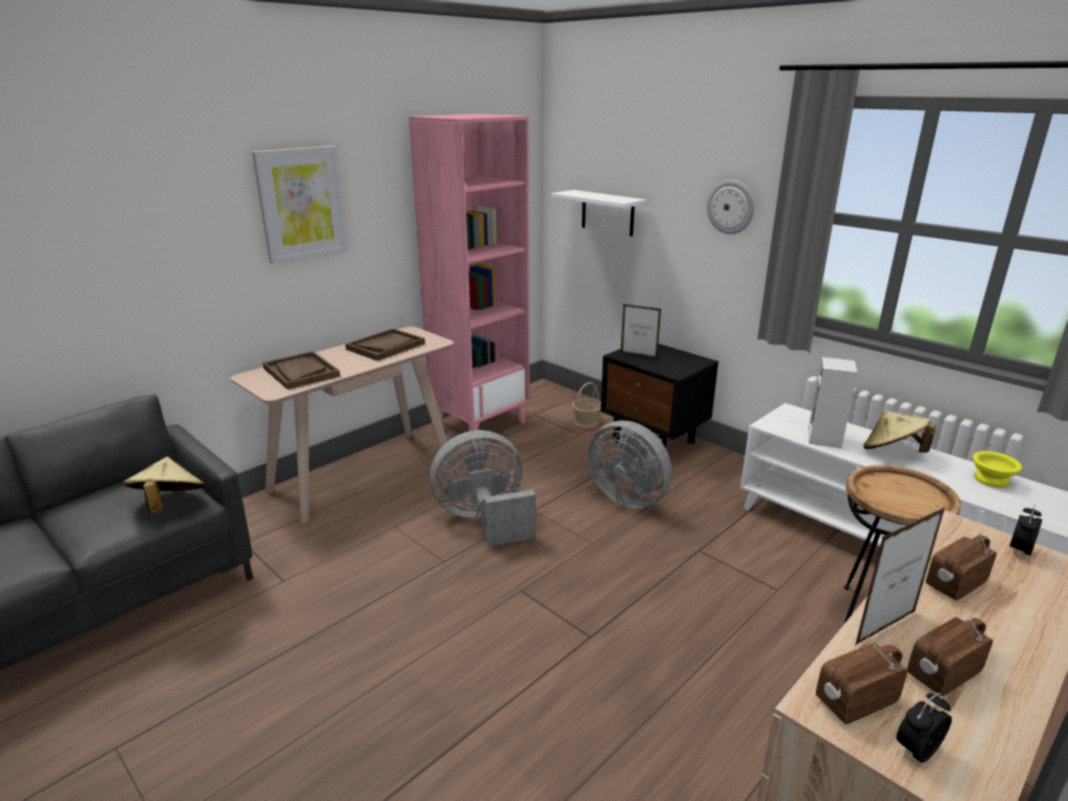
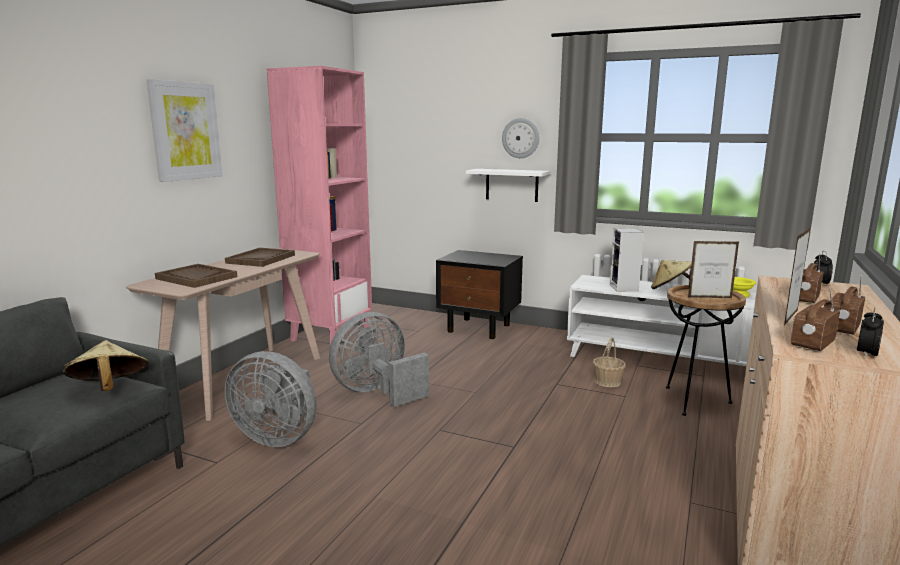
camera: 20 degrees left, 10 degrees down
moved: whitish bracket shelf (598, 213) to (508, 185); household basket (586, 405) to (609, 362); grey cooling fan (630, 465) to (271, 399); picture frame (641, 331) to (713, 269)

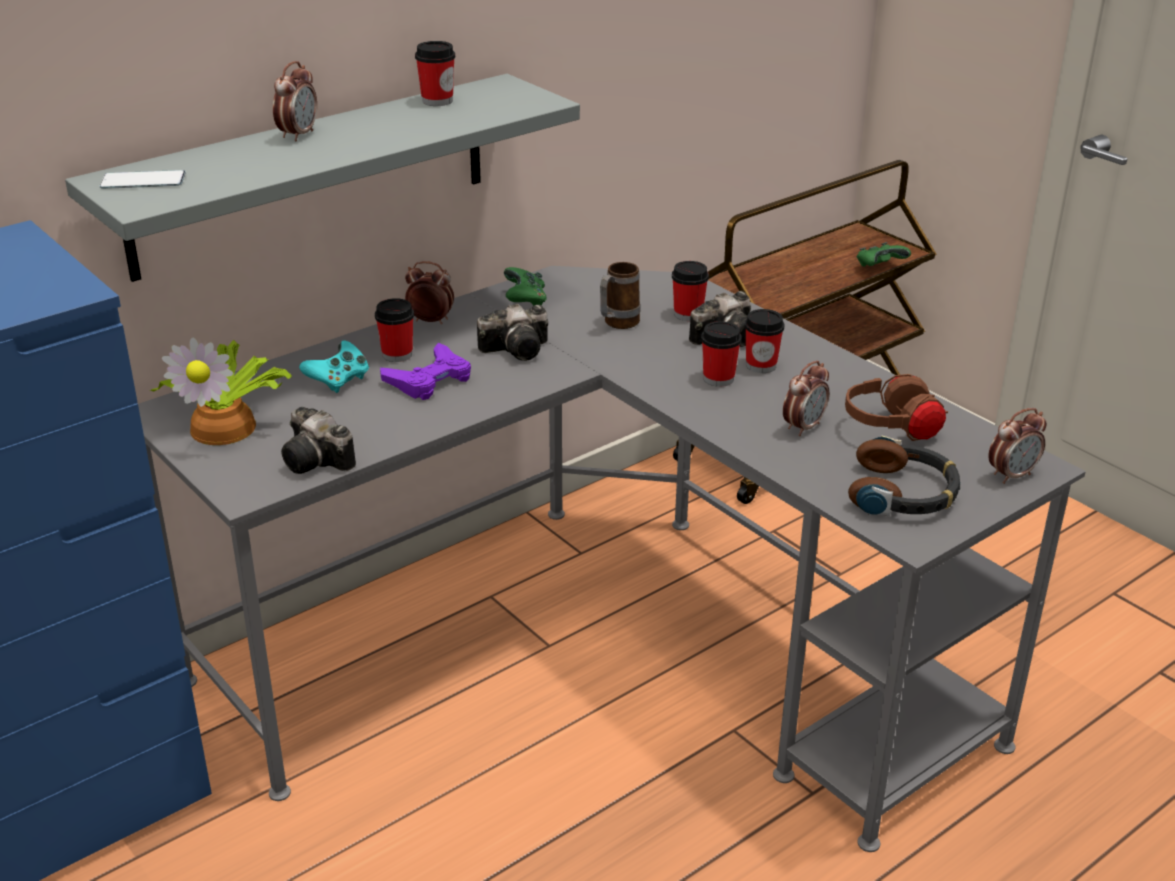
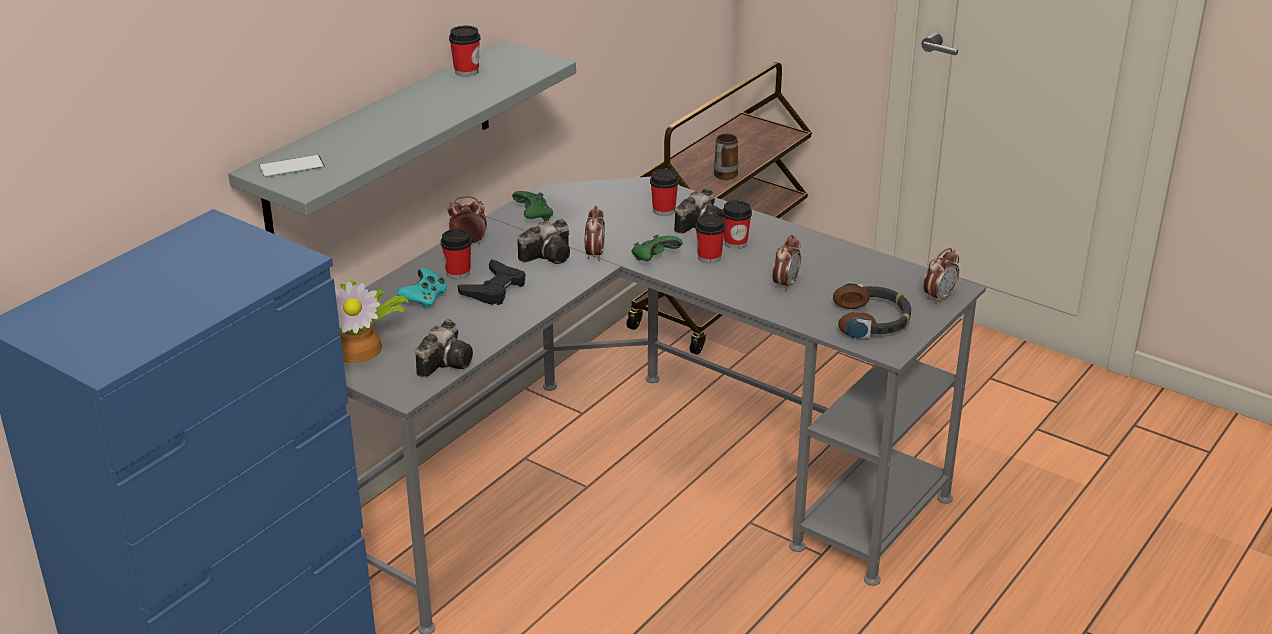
camera: 15 degrees left, 0 degrees up
removed: brownish headphones (896, 407)
moved: bedside clock (295, 101) to (595, 233); tea mug (620, 295) to (726, 157); greenish gamepad (883, 254) to (657, 248)
recoloured: purple gamepad (425, 371) to black gamepad (491, 282)
turned: still camera (318, 440) = (444, 348) 90 degrees counterclockwise

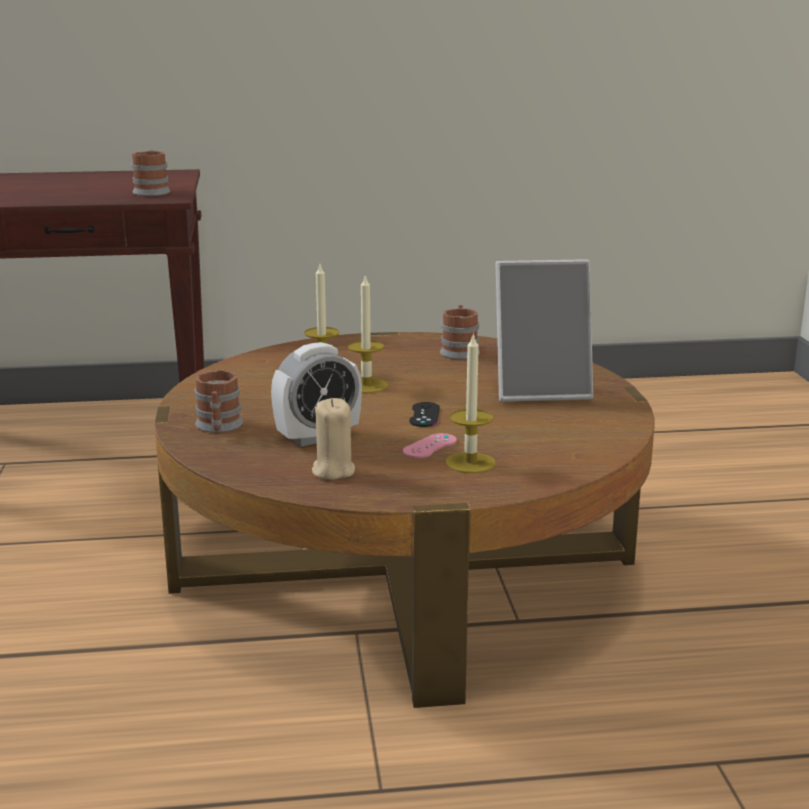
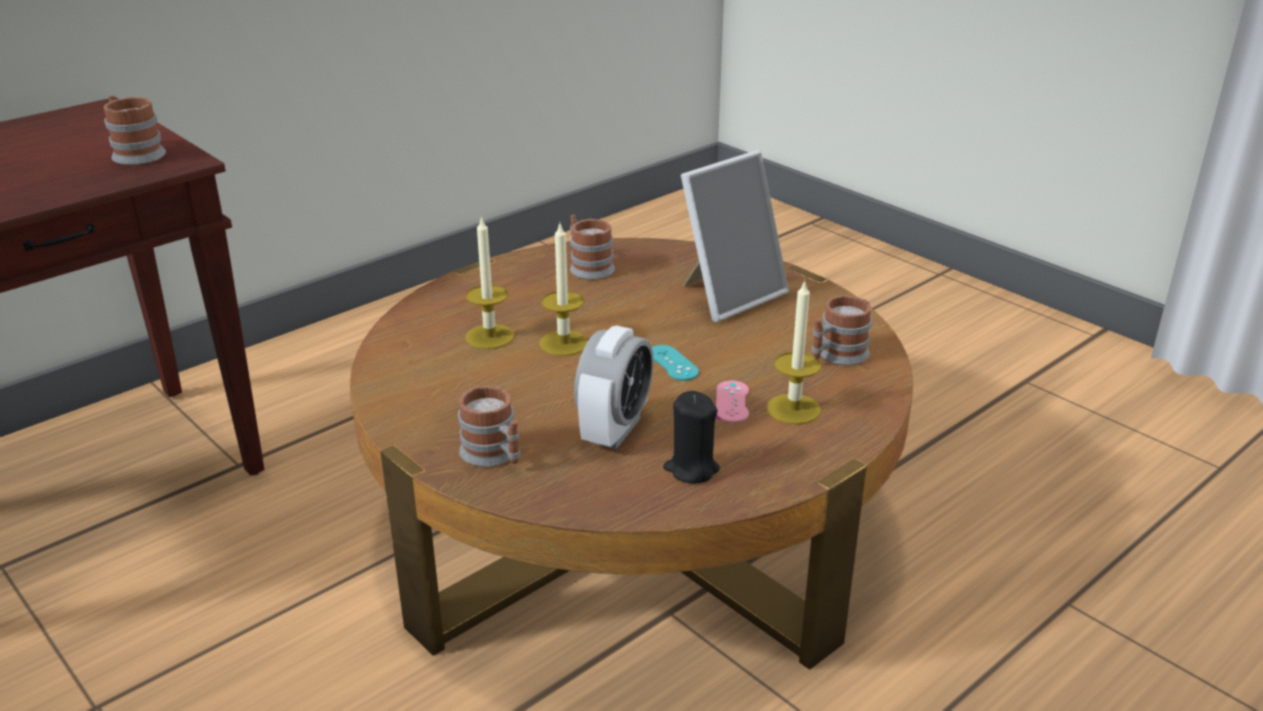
camera: 35 degrees left, 10 degrees up
added: tea mug (841, 330)
recoloured: beige wax candle (333, 439) to black wax candle (691, 437); black gamepad (424, 414) to turquoise gamepad (675, 363)

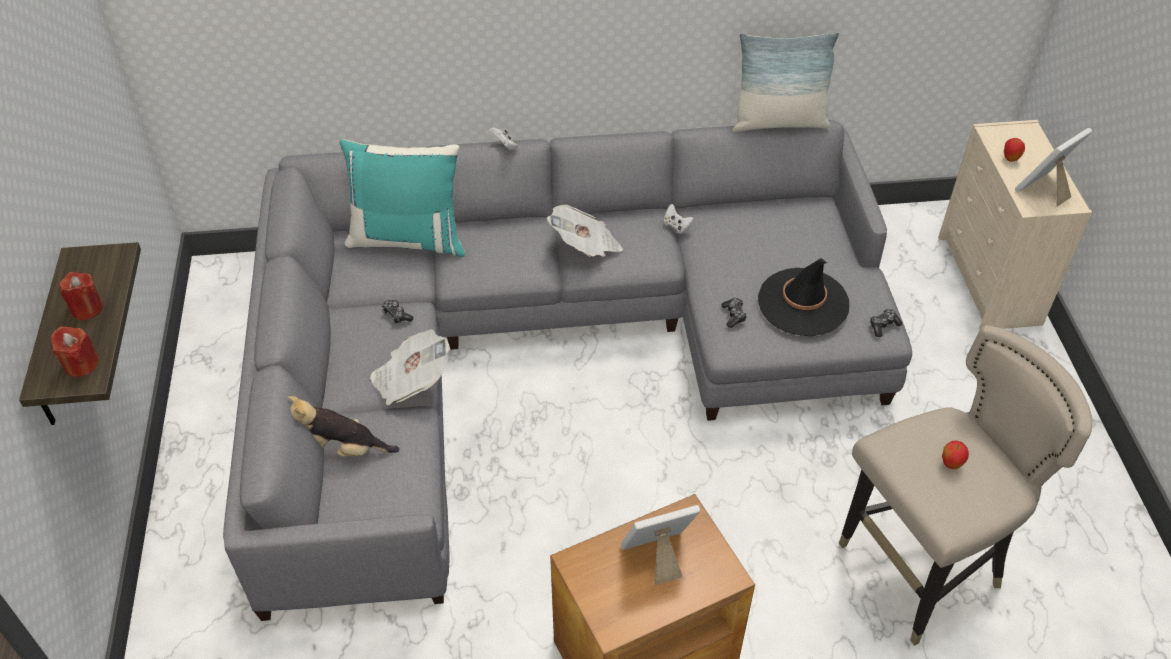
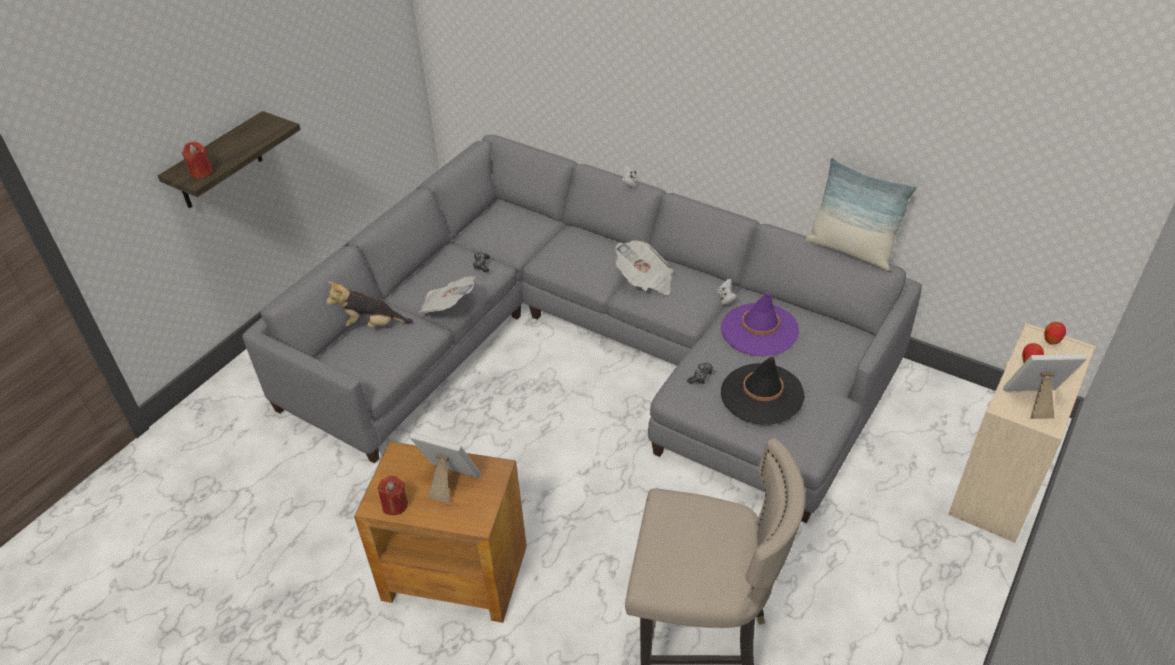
camera: 40 degrees right, 5 degrees down
removed: turquoise throw pillow (402, 198); gamepad (886, 323)
added: purple hat (760, 324)
moved: reddish wax candle (81, 296) to (392, 495); apple (955, 455) to (1055, 333)
turned: cuddly toy (344, 426) = (370, 304) 45 degrees counterclockwise

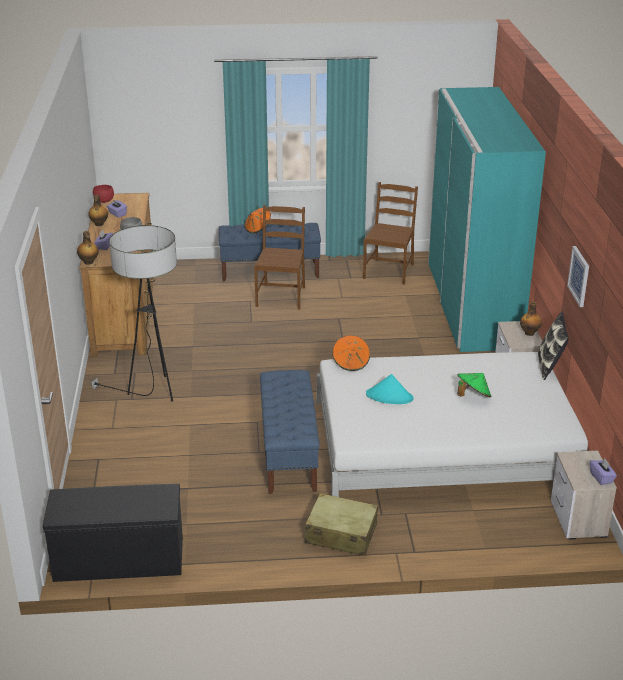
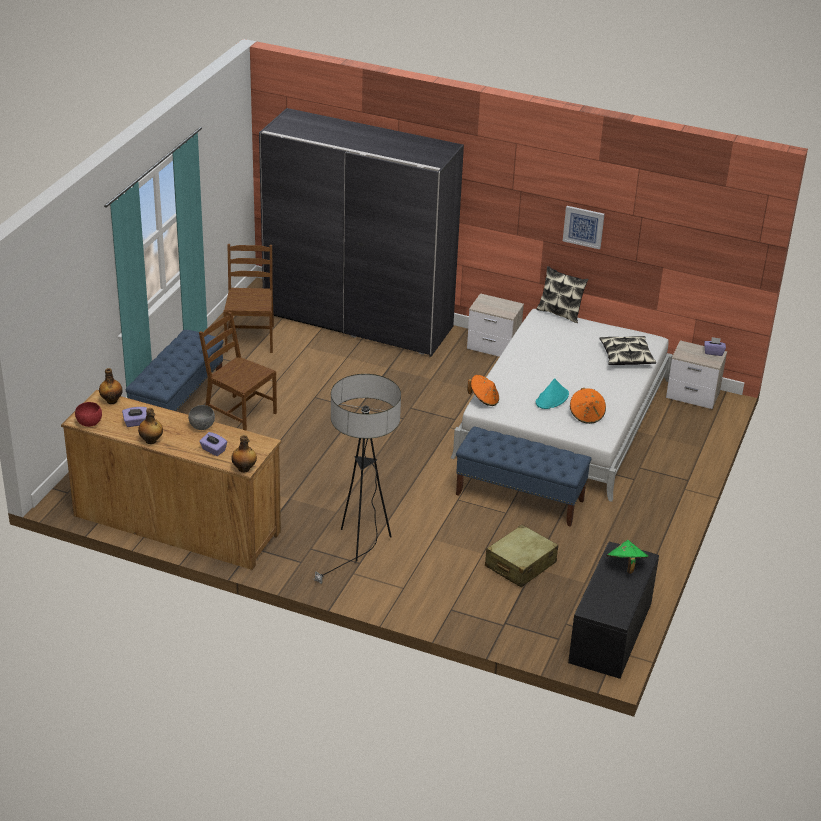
camera: 65 degrees left, 5 degrees up
added: throw pillow (627, 350)
moved: orangey hat (258, 221) to (588, 406); beige travel case (341, 524) to (521, 556); greenish hat (474, 385) to (627, 557); beverage bottle (531, 319) to (111, 386)
recoloured: turquoise wardrobe (487, 219) to grey wardrobe (361, 232)
turned: brownish chair (390, 233) = (248, 298) 45 degrees clockwise

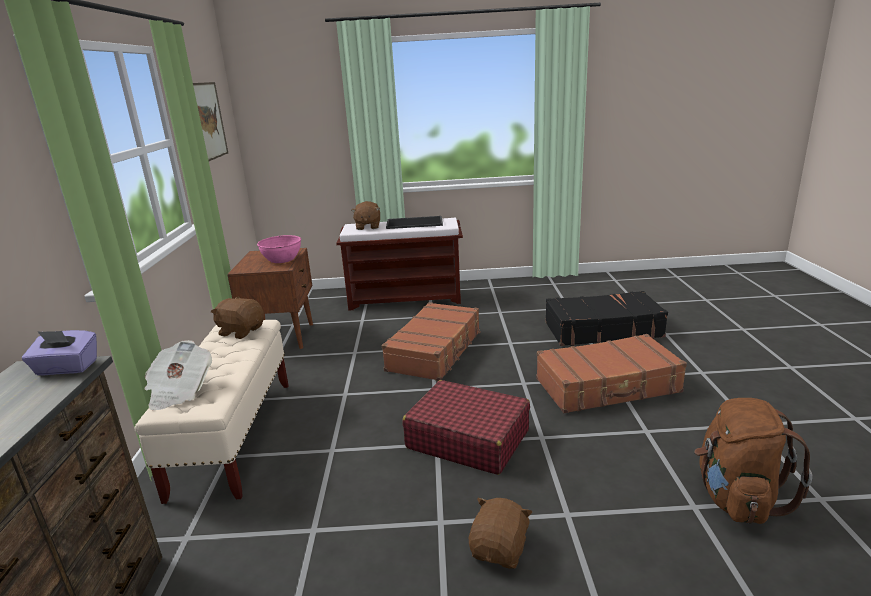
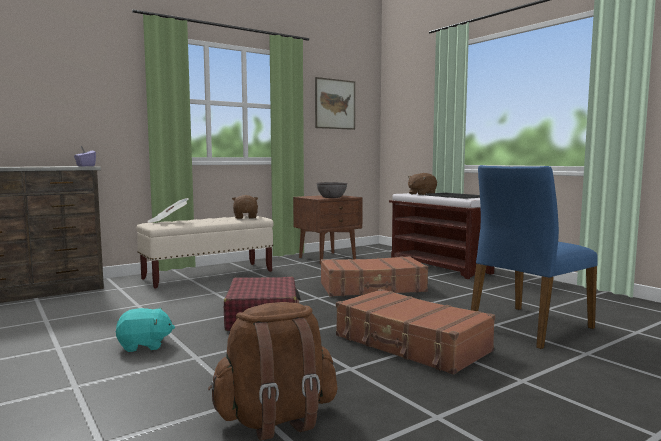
camera: 55 degrees right, 15 degrees down
replaced: black travel case (606, 318) to bluish chair (534, 257)
recoloured: pinkish deep dish (279, 249) to grey deep dish (332, 190); brownish cuddly toy (501, 533) to turquoise cuddly toy (145, 330)

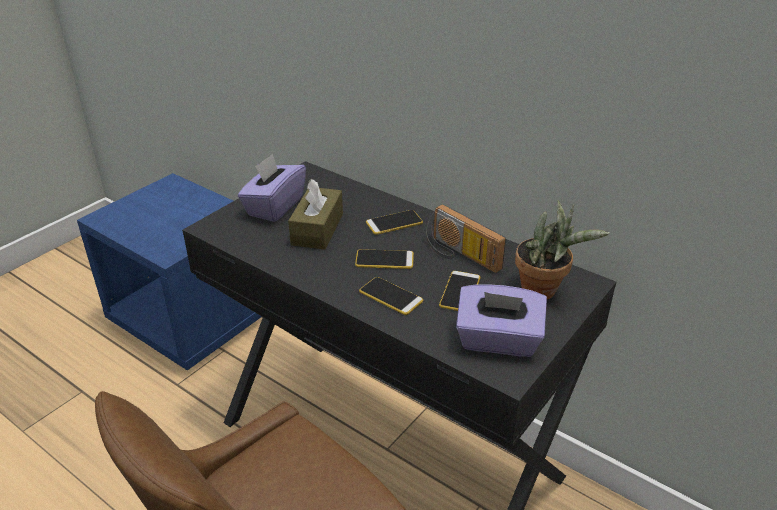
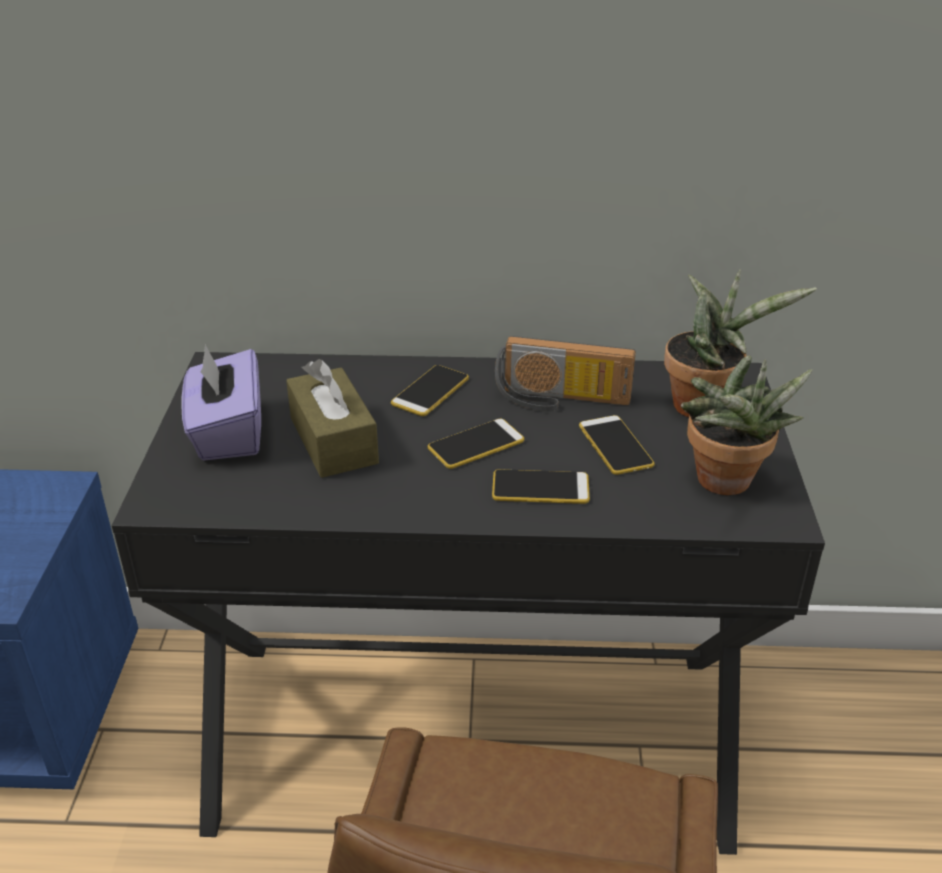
camera: 35 degrees left, 0 degrees up
replaced: purple box of tissues (501, 320) to plant in a pot (747, 425)

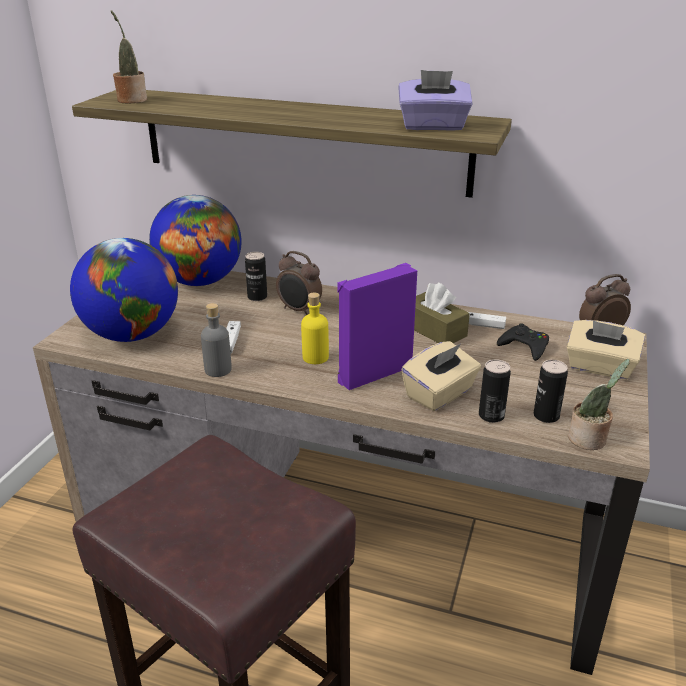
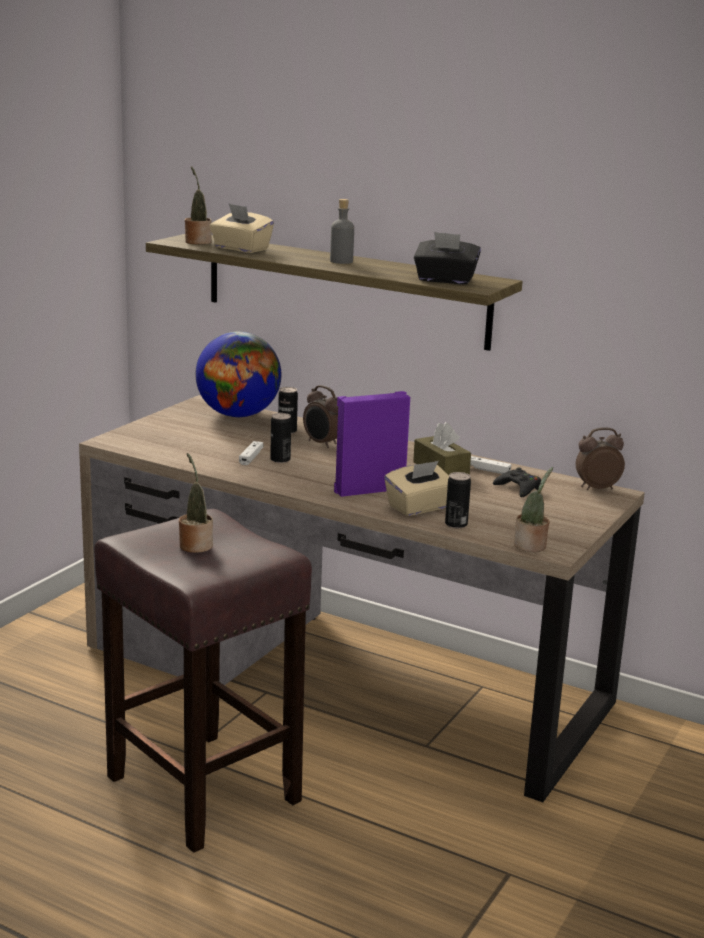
camera: 10 degrees right, 10 degrees down
removed: world globe (124, 290); yellow-coloured beverage bottle (315, 328)
added: plant in a pot (196, 503)
moved: grey beverage bottle (216, 340) to (342, 231); sealed can (550, 391) to (280, 438); beige box of tissues (606, 350) to (241, 228)
recoloured: purple box of tissues (435, 100) to black box of tissues (447, 258)

